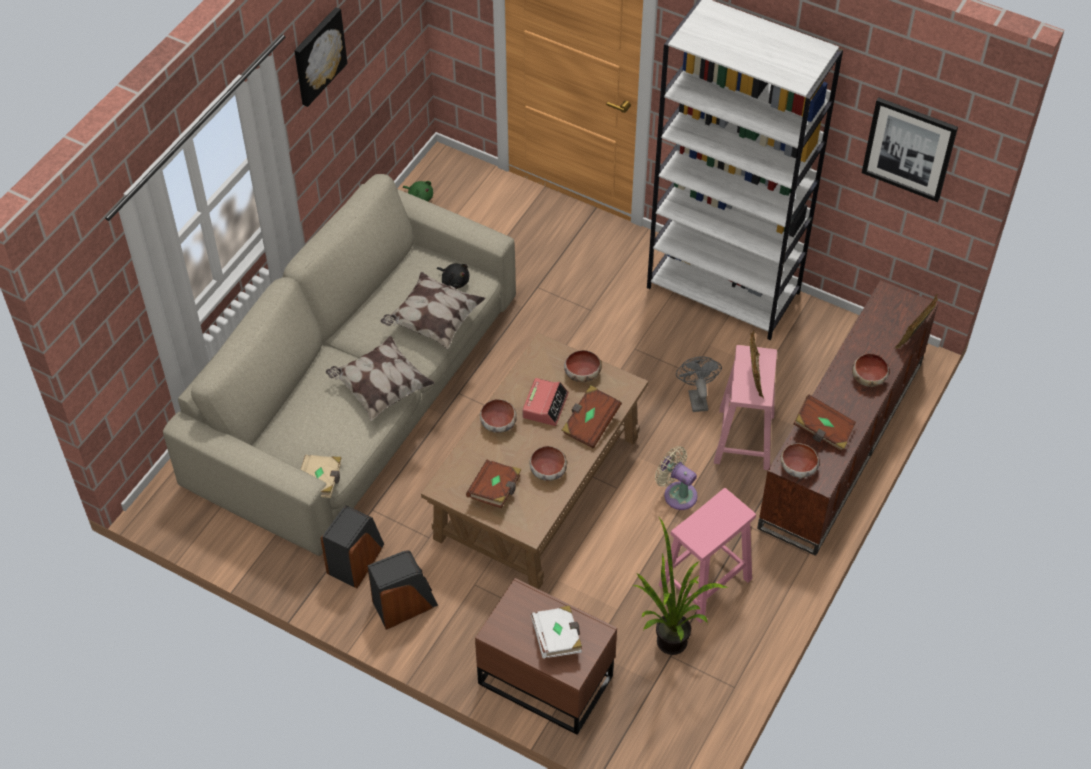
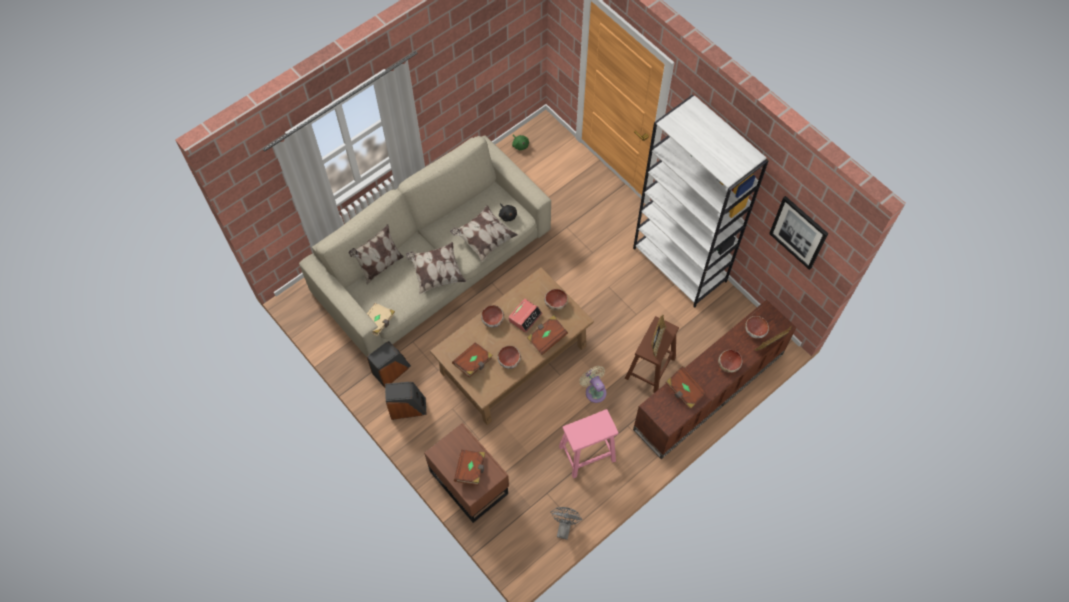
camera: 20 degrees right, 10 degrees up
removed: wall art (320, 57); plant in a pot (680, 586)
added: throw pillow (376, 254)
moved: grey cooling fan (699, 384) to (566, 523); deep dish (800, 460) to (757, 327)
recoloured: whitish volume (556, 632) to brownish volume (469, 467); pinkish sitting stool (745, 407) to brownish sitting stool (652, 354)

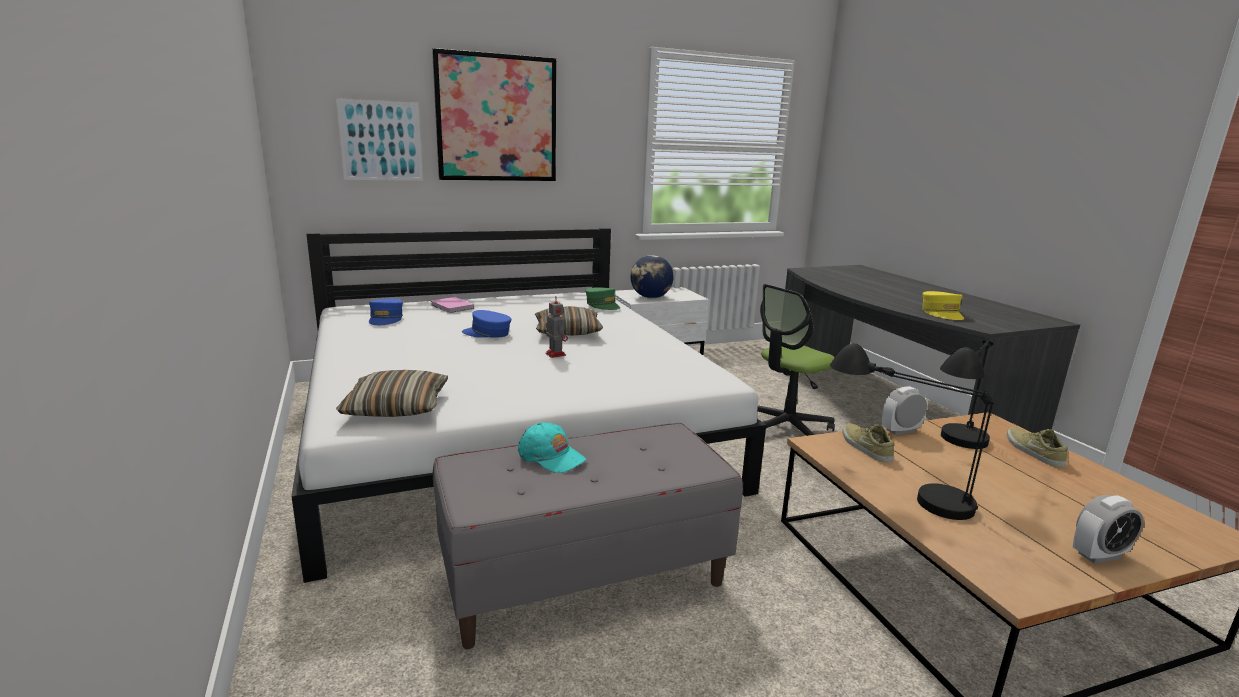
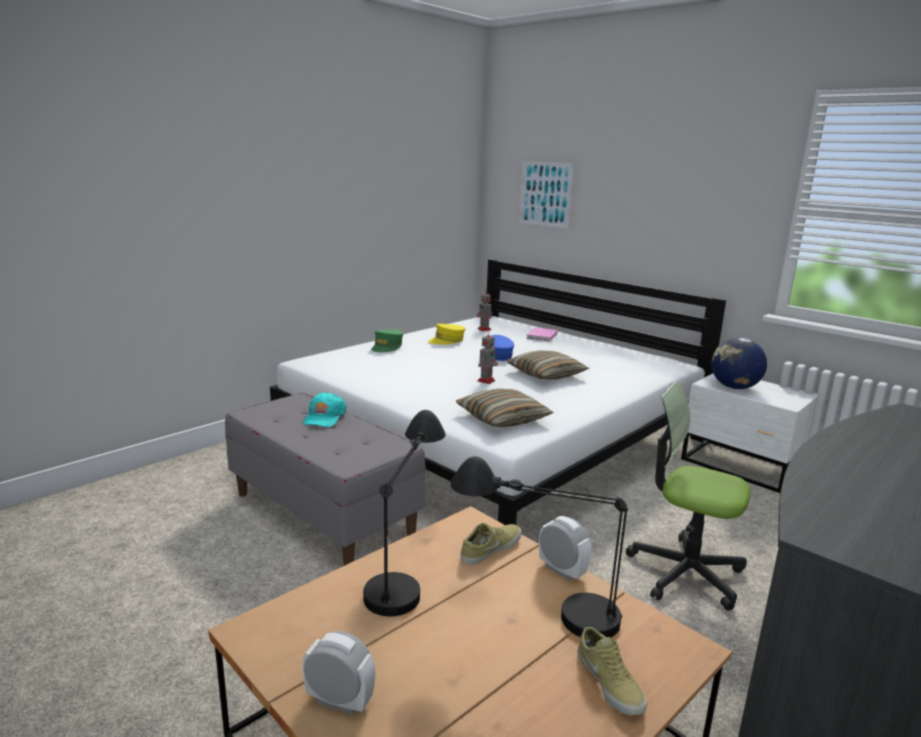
camera: 65 degrees right, 0 degrees up
removed: wall art (494, 114)
moved: throw pillow (392, 393) to (505, 408); greenish cap (602, 298) to (387, 340); yellow-coloured cap (943, 305) to (446, 334)
replaced: bluish cap (386, 312) to robot figure (484, 310)
turned: beige item of footwear (1037, 447) = (612, 671) 105 degrees clockwise; bedside clock (1108, 529) = (338, 673) 150 degrees clockwise

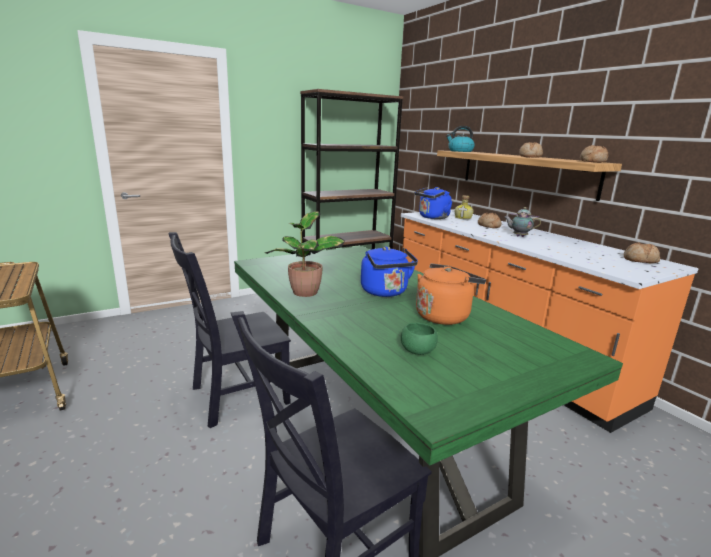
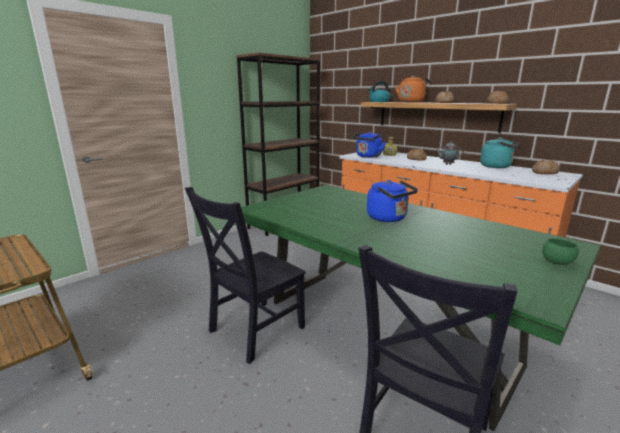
camera: 15 degrees left, 0 degrees up
removed: plant in a pot (305, 254)
added: turquoise water kettle (499, 153)
moved: greenish deep dish (419, 339) to (560, 251); orangey water kettle (451, 294) to (412, 89)

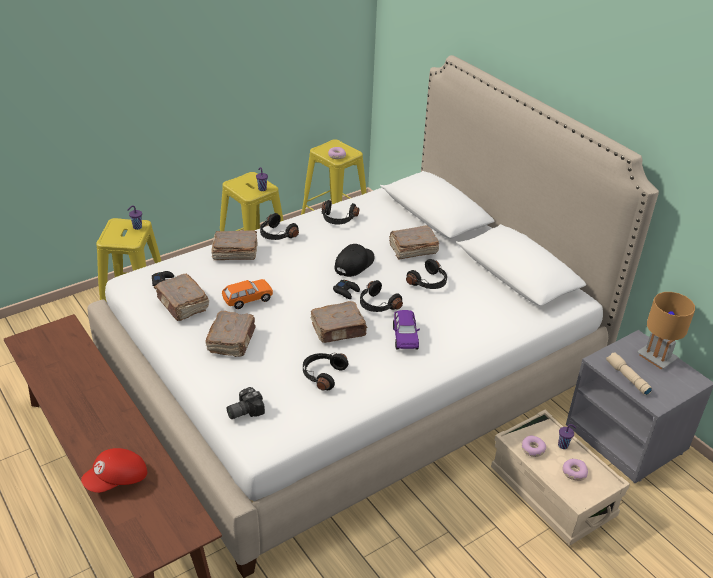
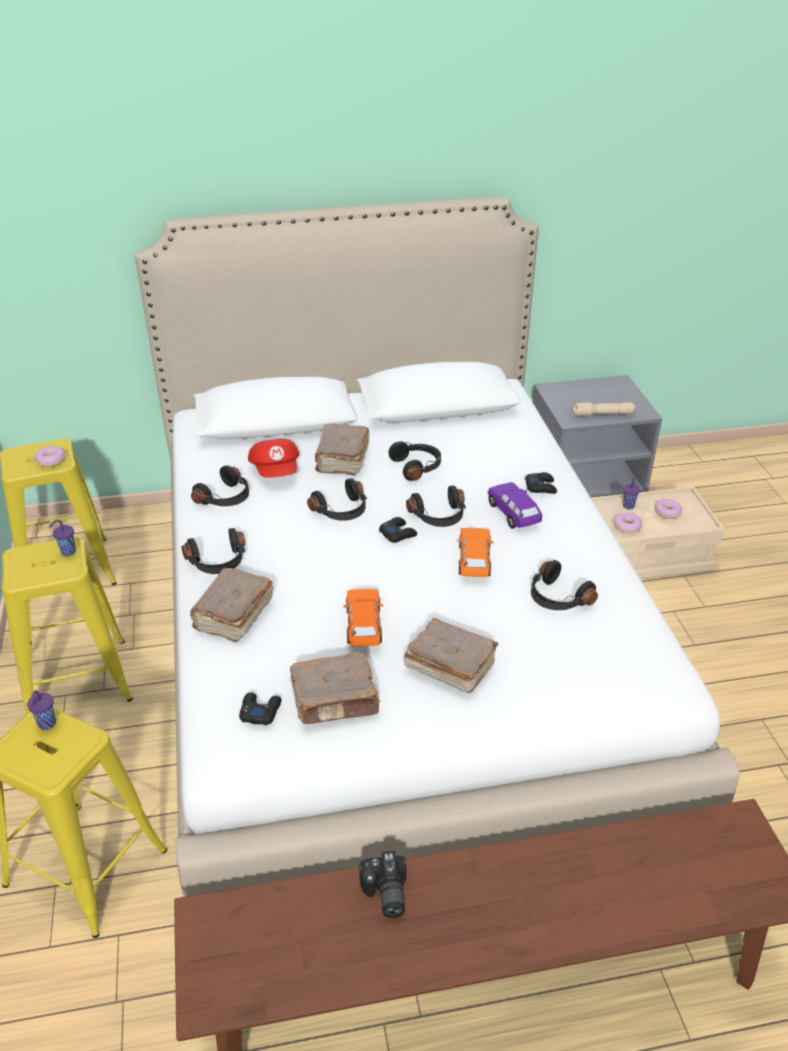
camera: 65 degrees left, 0 degrees up
removed: brownish tabletop lamp (666, 330)
added: black gamepad (541, 483)
moved: reddish cap (114, 470) to (273, 457); still camera (246, 403) to (382, 884)
replaced: brownish volume (339, 322) to orangey toy car (475, 552); black cap (354, 260) to black headphones (337, 500)
turned: purple toy car (406, 330) = (515, 505) 135 degrees counterclockwise

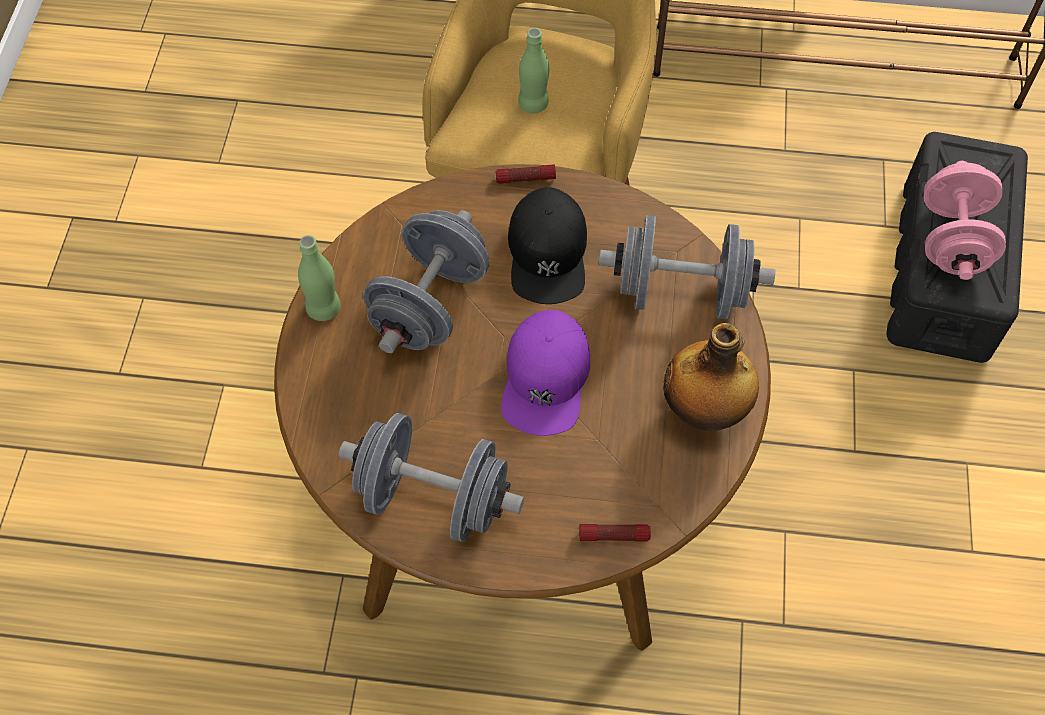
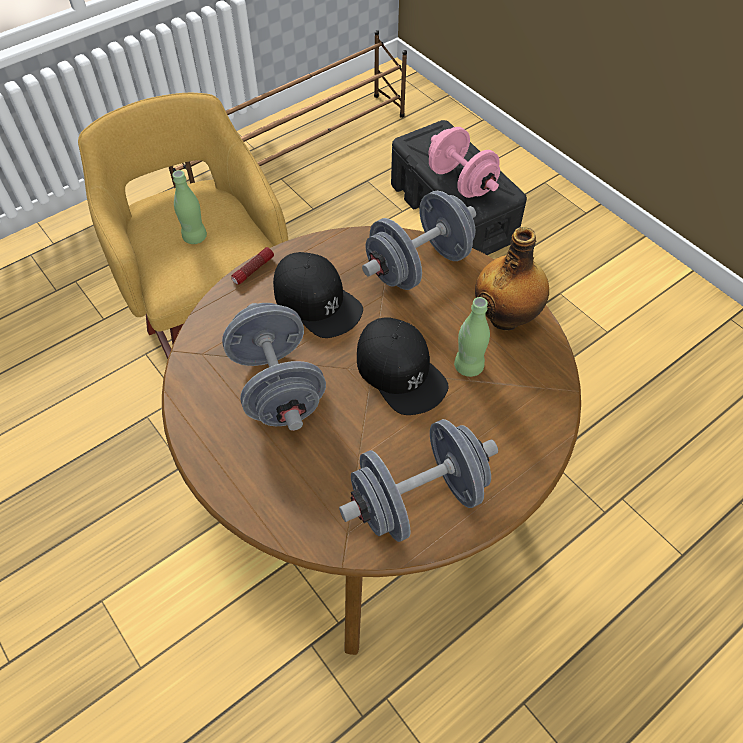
camera: 45 degrees left, 5 degrees down
removed: flashlight (615, 532)
moved: greenish beverage bottle (319, 278) to (472, 337)
recoloured: purple cap (545, 373) to black cap (403, 366)

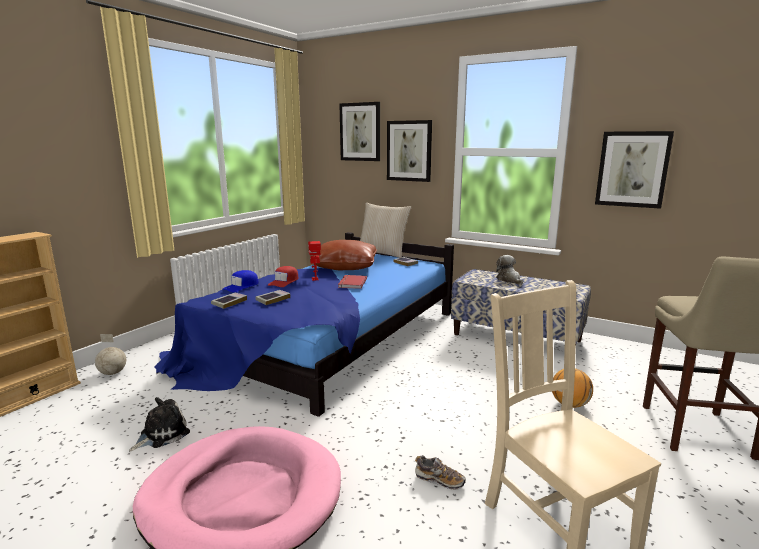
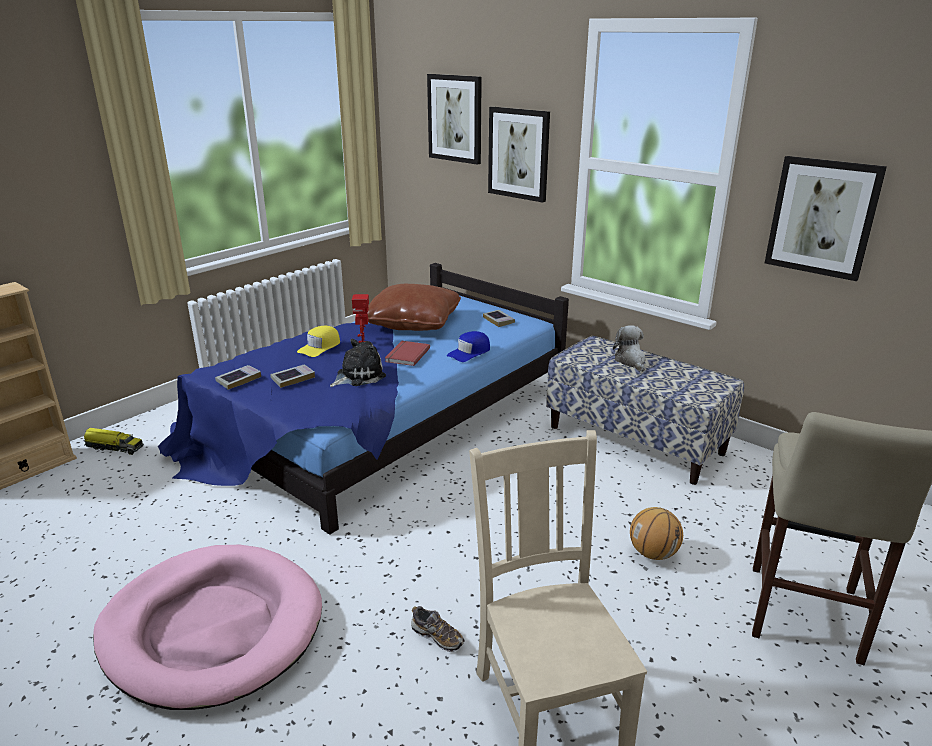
camera: 10 degrees right, 10 degrees up
removed: beige throw pillow (386, 230)
moved: cuddly toy (159, 424) to (358, 363); bluish cap (240, 281) to (468, 346)
replaced: world globe (110, 354) to model truck (114, 441)
recoloured: reddish cap (283, 276) to yellow-coloured cap (318, 341)

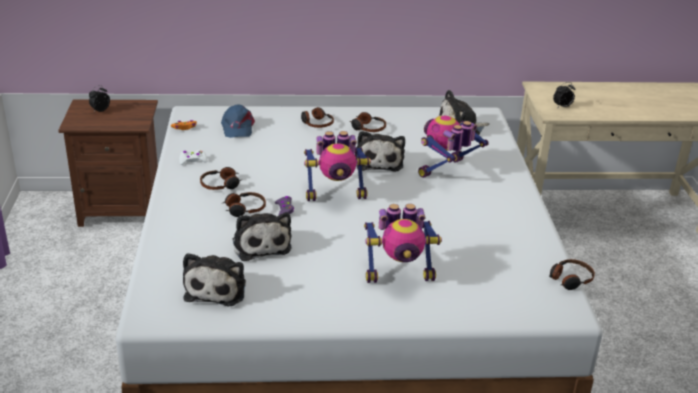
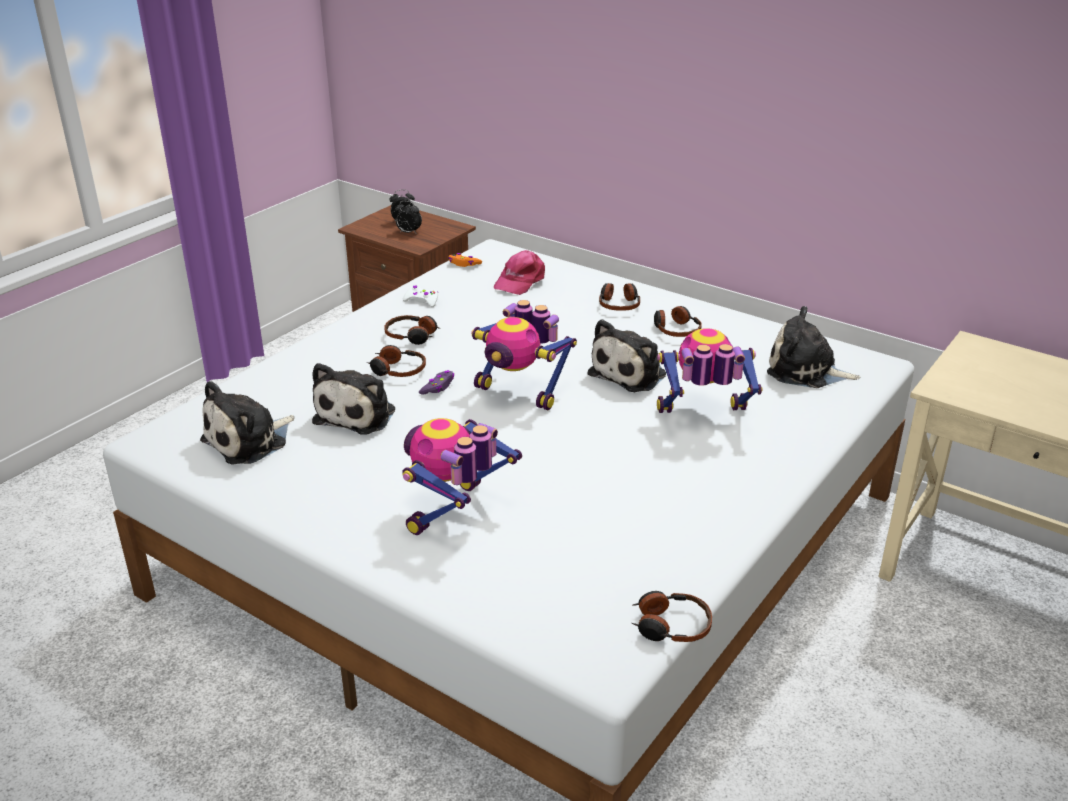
camera: 40 degrees right, 0 degrees up
moved: bedside clock (564, 94) to (408, 217)
recoloured: bluish cap (238, 121) to pinkish cap (519, 272)
turned: robot figure (403, 243) = (462, 476) 90 degrees clockwise

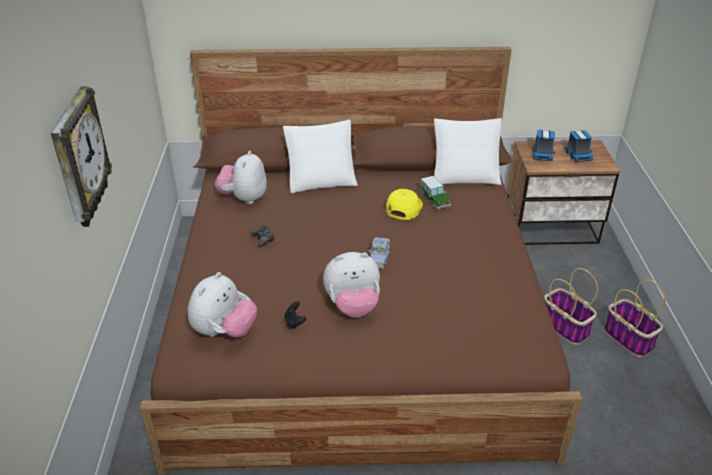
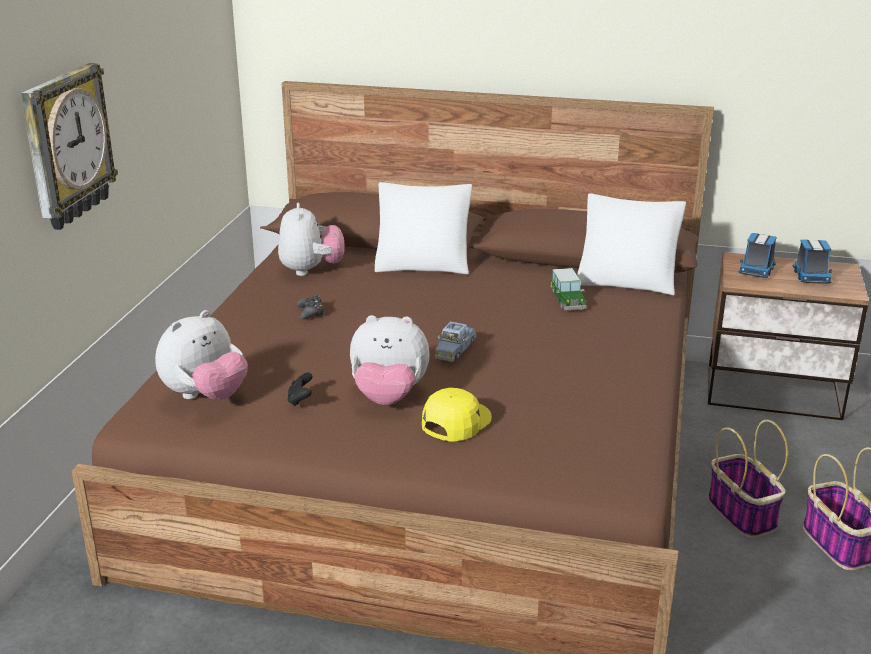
camera: 15 degrees right, 10 degrees down
moved: yellow-coloured cap (404, 204) to (457, 415)
turned: cuddly toy (241, 177) = (311, 239) 150 degrees clockwise

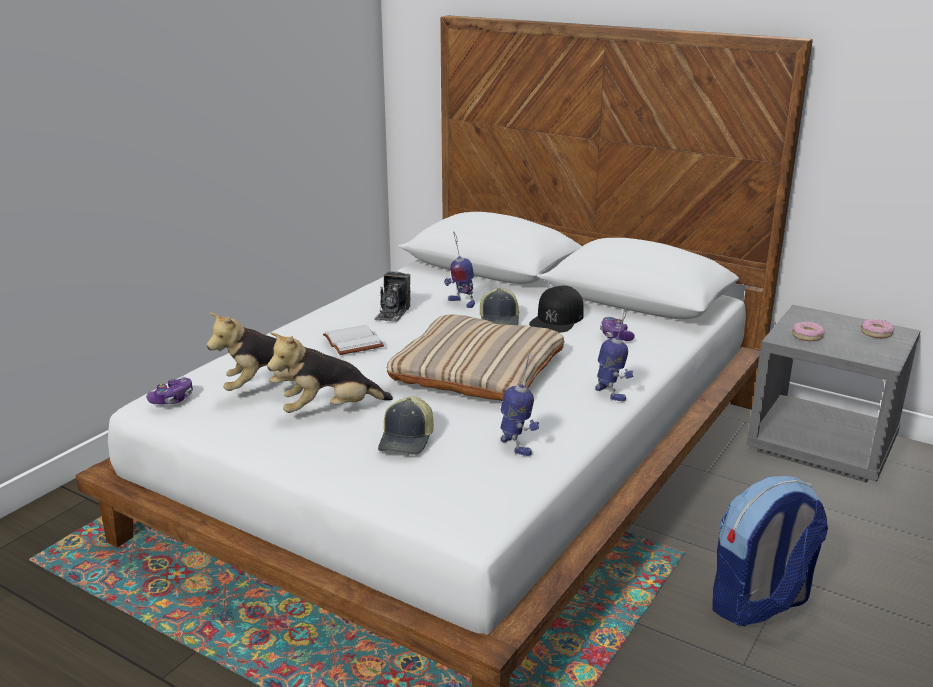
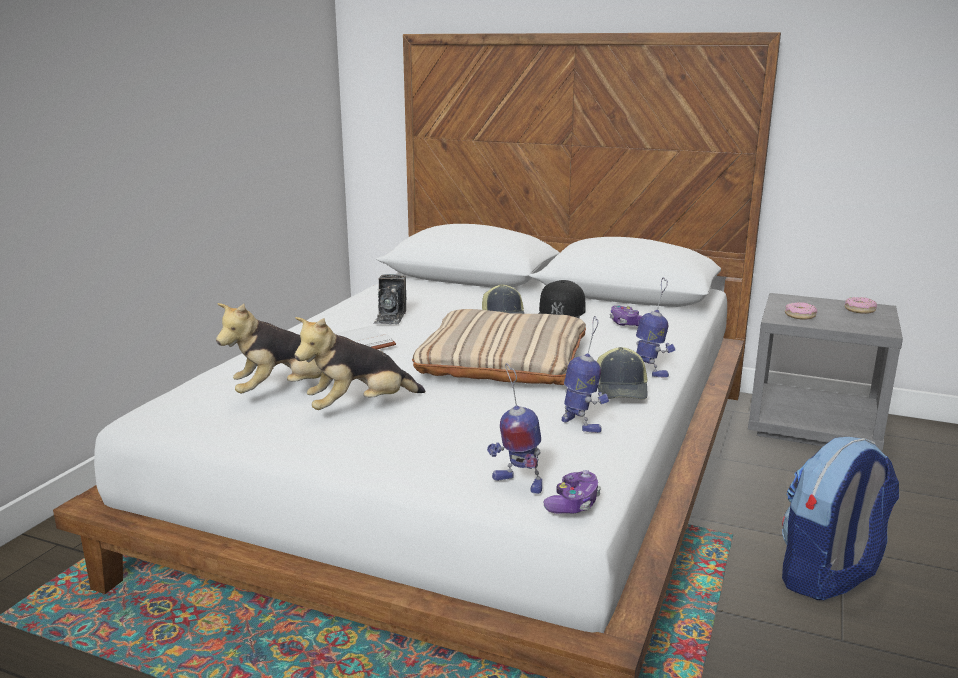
camera: 10 degrees left, 5 degrees down
moved: gamepad (169, 390) to (572, 492); cap (406, 425) to (622, 373); robot figure (459, 270) to (514, 428)

